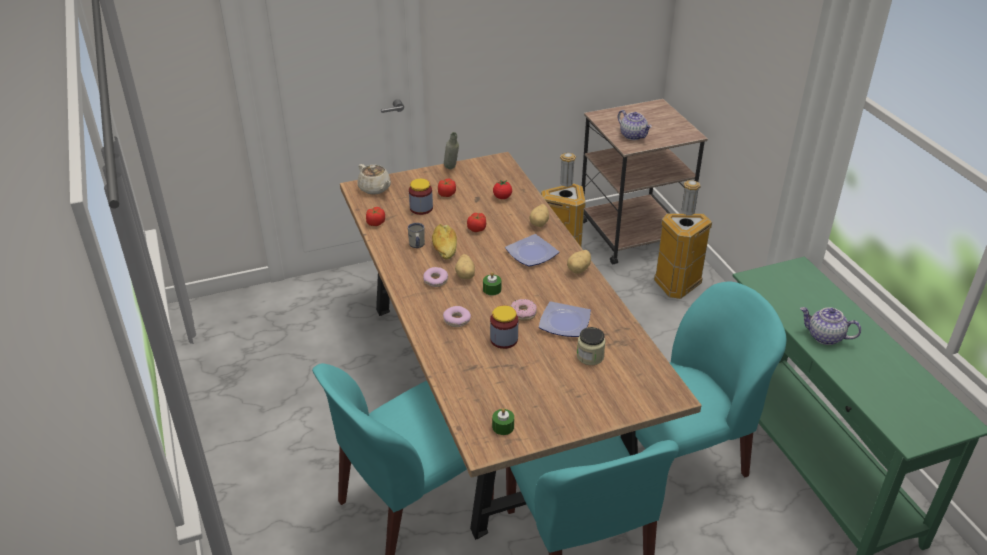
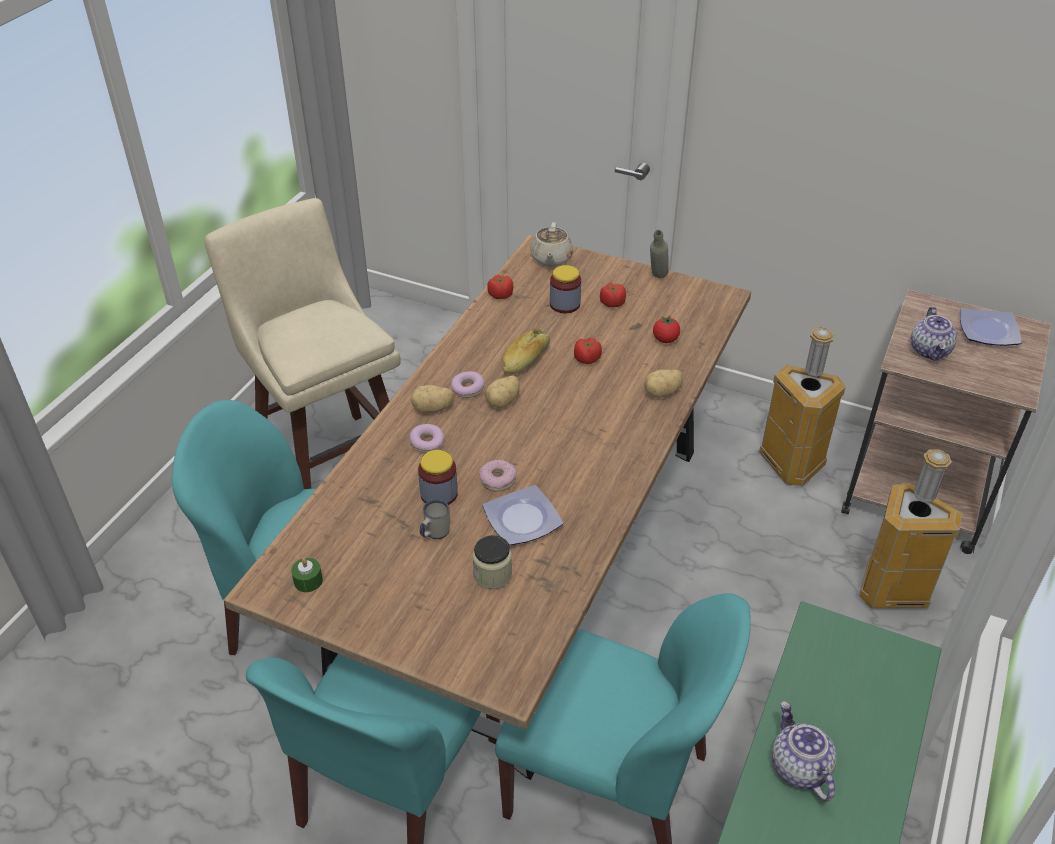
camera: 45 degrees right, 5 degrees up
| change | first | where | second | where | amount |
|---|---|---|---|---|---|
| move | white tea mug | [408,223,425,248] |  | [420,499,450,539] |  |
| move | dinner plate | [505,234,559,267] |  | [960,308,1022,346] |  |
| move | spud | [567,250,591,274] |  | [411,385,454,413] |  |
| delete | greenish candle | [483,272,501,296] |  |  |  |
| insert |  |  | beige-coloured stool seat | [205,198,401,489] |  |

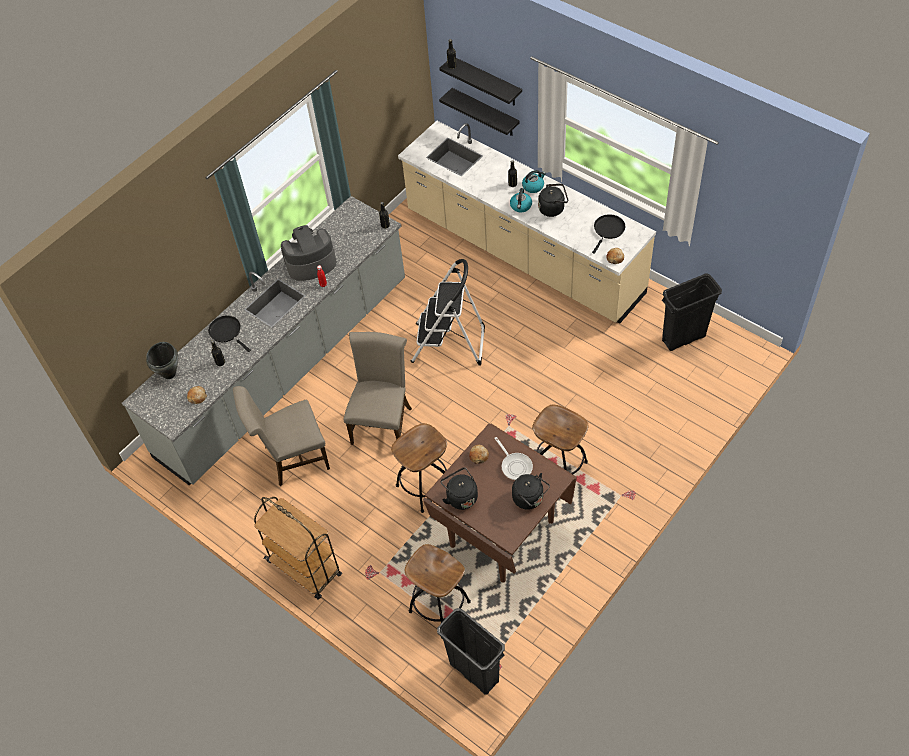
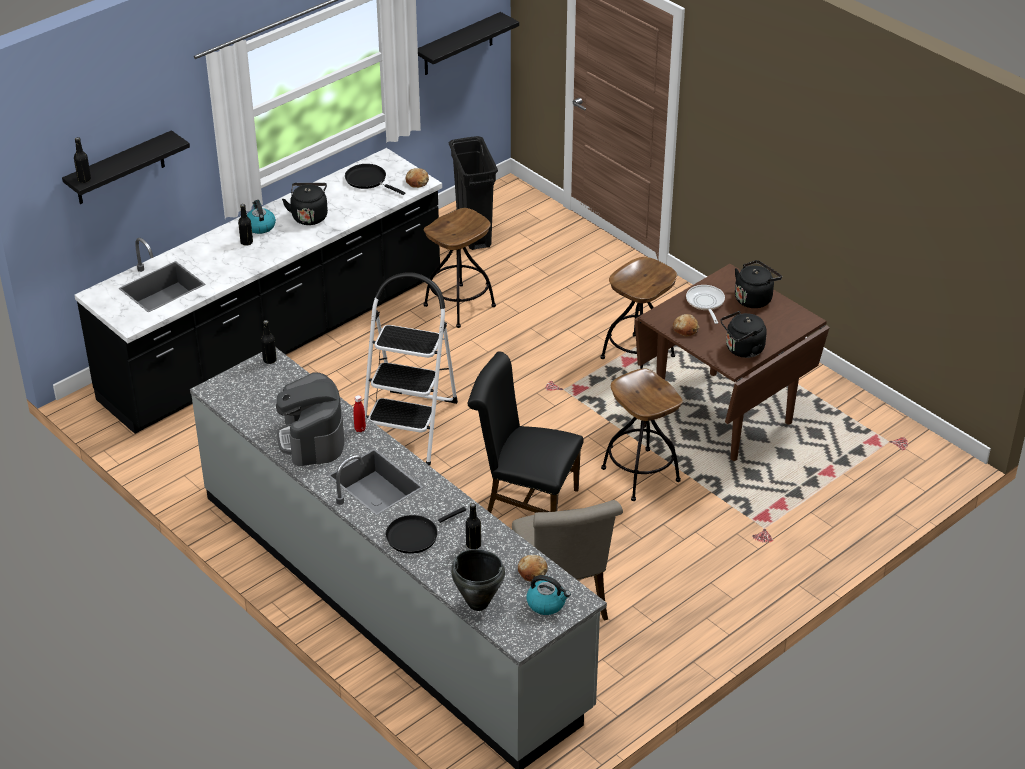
camera: 85 degrees left, 15 degrees down
| change | first | where | second | where | amount |
|---|---|---|---|---|---|
| move | black wall shelf | [439,88,520,136] |  | [418,12,519,75] |  |
| recolor | beige-coloured kitchen base unit | [398,121,656,324] | black kitchen base unit | [75,148,442,434] |  |
| move | kettle | [510,188,532,212] |  | [526,575,571,615] |  |
| recolor | beige-coloured plain chair | [344,332,412,445] | black plain chair | [467,351,584,513] |  |
| rotate | pan | [494,437,533,480] |  | [686,285,725,324] | 75 degrees counterclockwise |
| delete | brown-coloured wheeled cart | [254,497,342,600] |  |  |  |
| move | brown-coloured stool seat | [405,544,471,623] |  | [424,208,496,328] |  |
| delete | black rubbish bin | [437,608,505,694] |  |  |  |

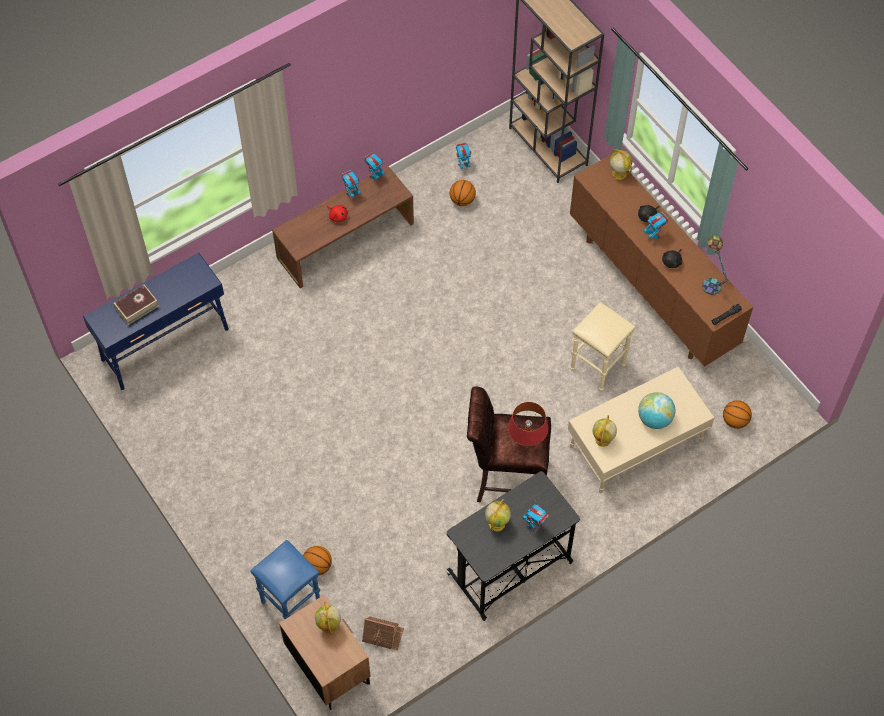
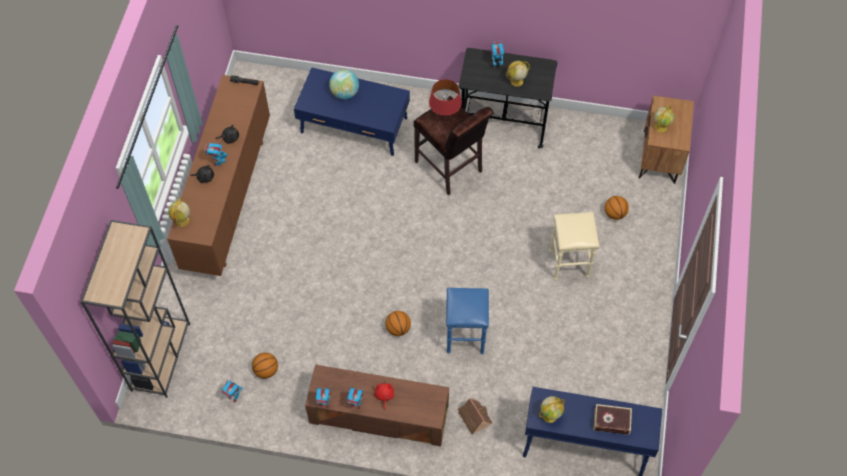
camera: 135 degrees left, 0 degrees up
| change | first | where | second | where | amount |
|---|---|---|---|---|---|
| delete | table lamp | [702,236,729,295] |  |  |  |
| move | beige-coloured stool seat | [570,302,636,391] |  | [549,212,600,281] |  |
| recolor | beige-coloured coffee table | [568,367,714,494] | blue coffee table | [294,68,410,156] |  |
| move | basketball ball | [723,400,752,429] |  | [385,311,411,336] |  |
| move | world globe | [593,415,617,447] |  | [539,396,565,423] |  |
| move | blue stool seat | [250,540,320,619] |  | [446,288,489,354] |  |
| move | model house | [362,616,404,650] |  | [457,398,493,434] |  |

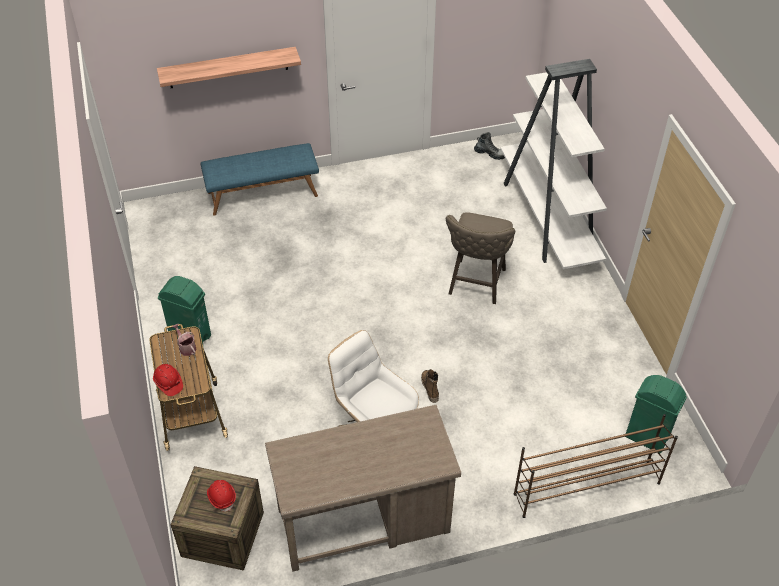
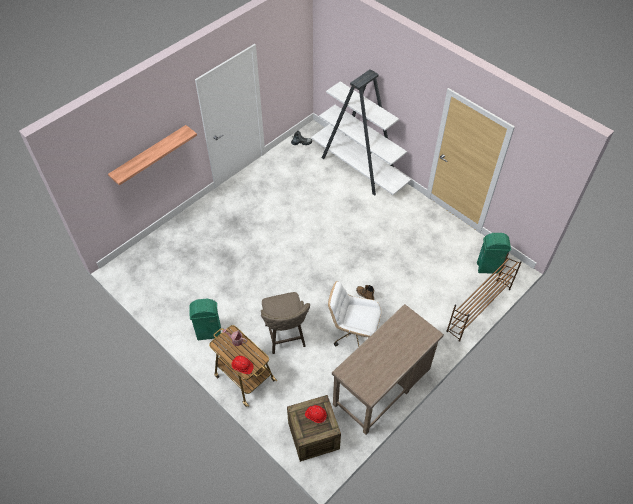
camera: 30 degrees left, 5 degrees up
| change | first | where | second | where | amount |
|---|---|---|---|---|---|
| delete | blue bench | [200,143,319,216] |  |  |  |
| move | beige-coloured stool seat | [446,212,515,304] |  | [261,292,310,354] |  |

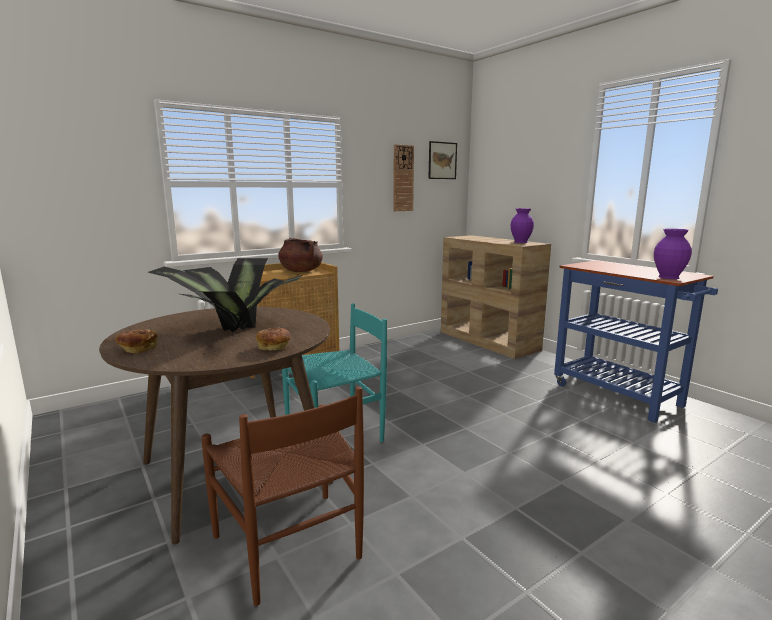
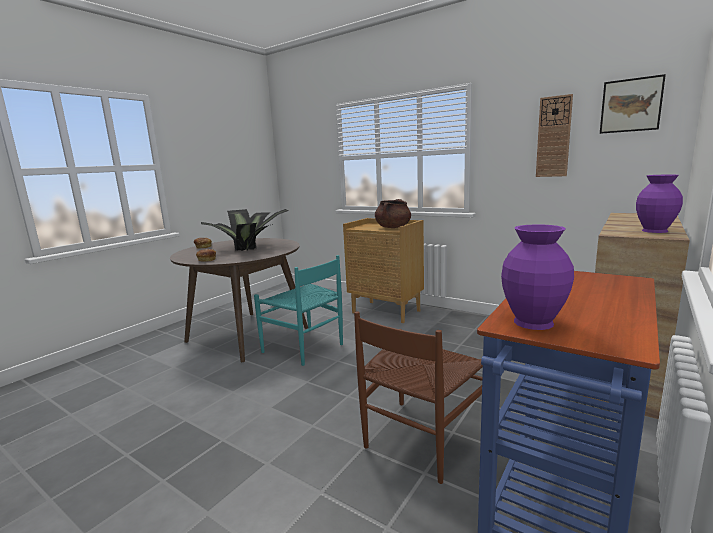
camera: 70 degrees right, 0 degrees up
| change | first | where | second | where | amount |
|---|---|---|---|---|---|
| move | brown-coloured plain chair | [201,387,364,606] |  | [354,311,483,484] |  |

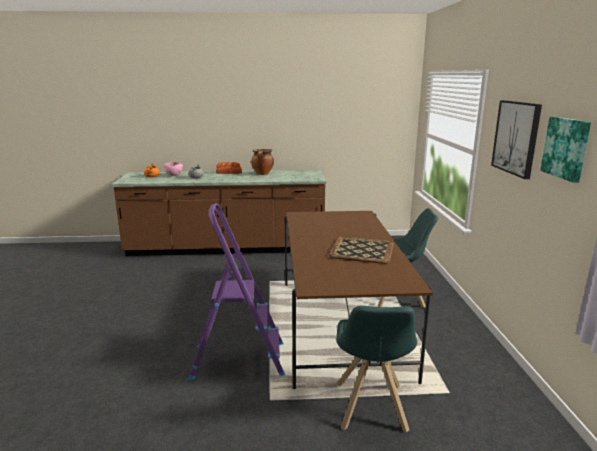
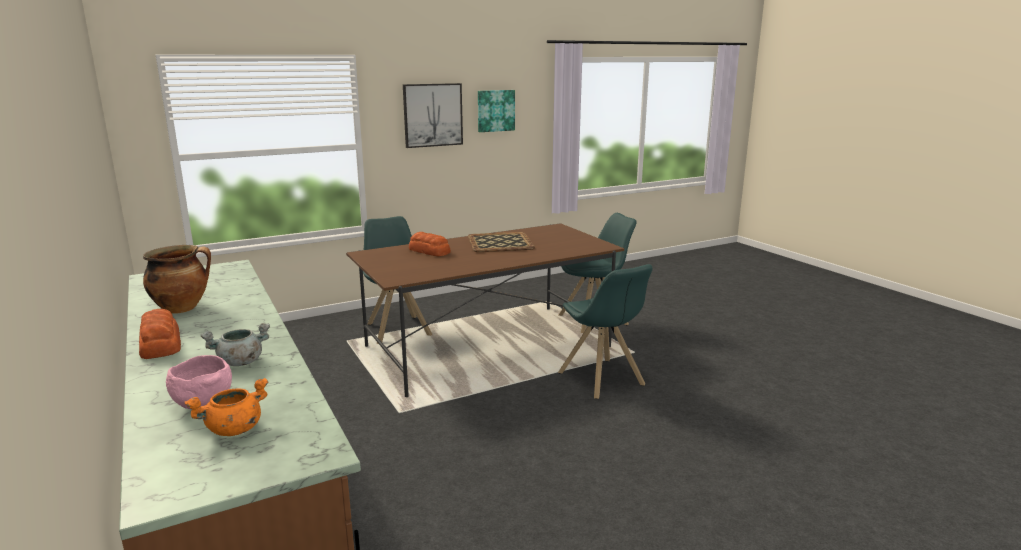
camera: 115 degrees left, 0 degrees up
| change | first | where | second | where | amount |
|---|---|---|---|---|---|
| replace | purple-coloured step ladder | [189,203,285,380] | blue-green plain chair | [558,264,653,399] |  |
| insert |  |  | bakery bread | [409,232,451,256] |  |

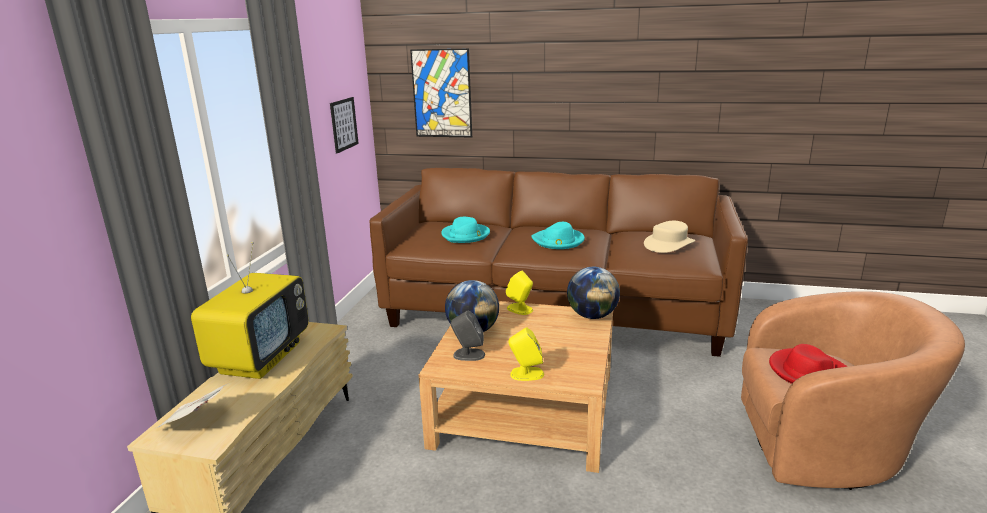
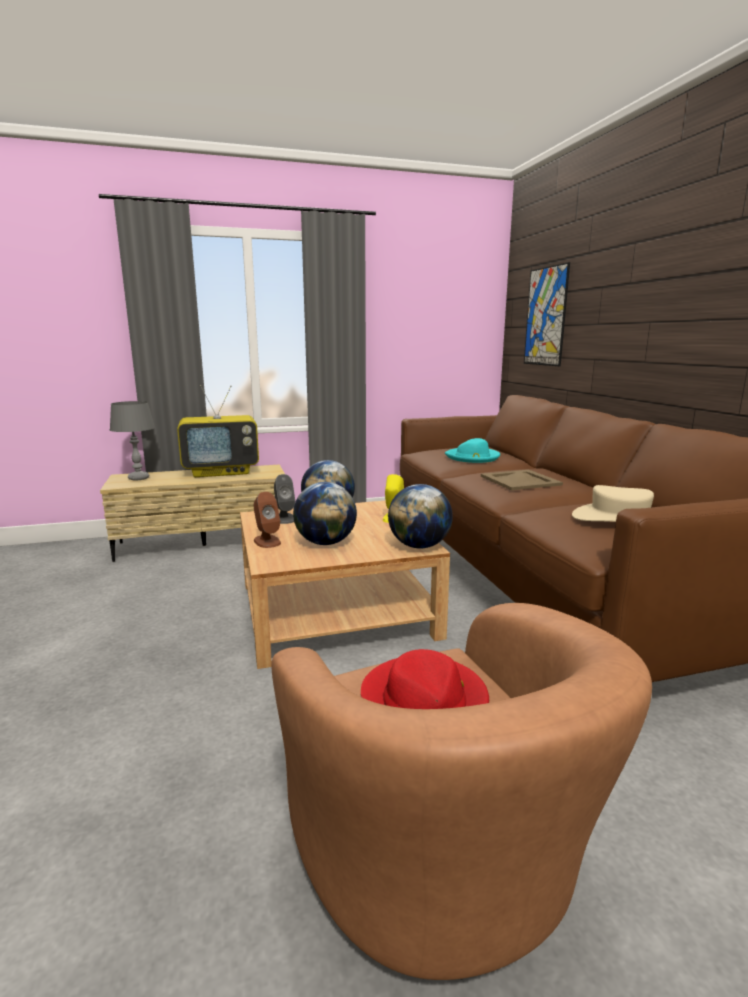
camera: 60 degrees right, 5 degrees down
| change | first | where | second | where | amount |
|---|---|---|---|---|---|
| delete | picture | [330,97,359,153] |  |  |  |
| replace | blue-green wearable hat | [531,222,585,249] | beige-coloured carrying tray | [481,470,563,490] |  |
| recolor | yellowish audio speaker | [508,327,544,381] | brown-coloured audio speaker | [254,492,281,548] |  |
| replace | printed paper | [156,384,226,428] | greyish table lamp | [110,401,155,480] |  |
| insert |  |  | world globe | [293,482,357,545] |  |

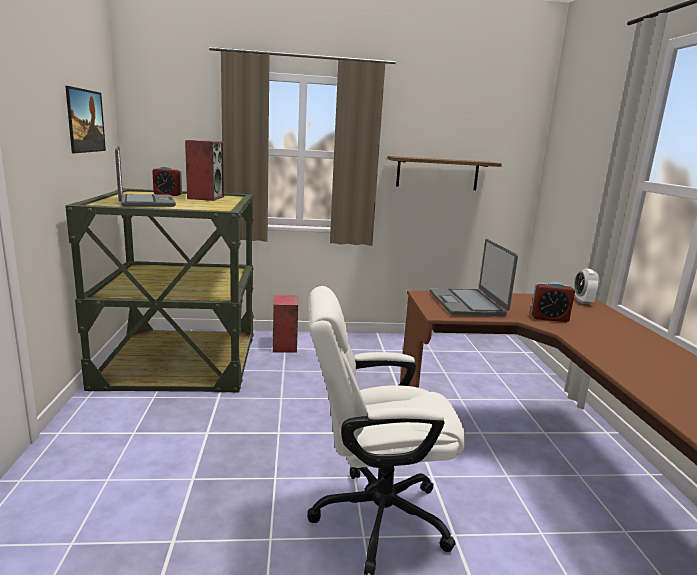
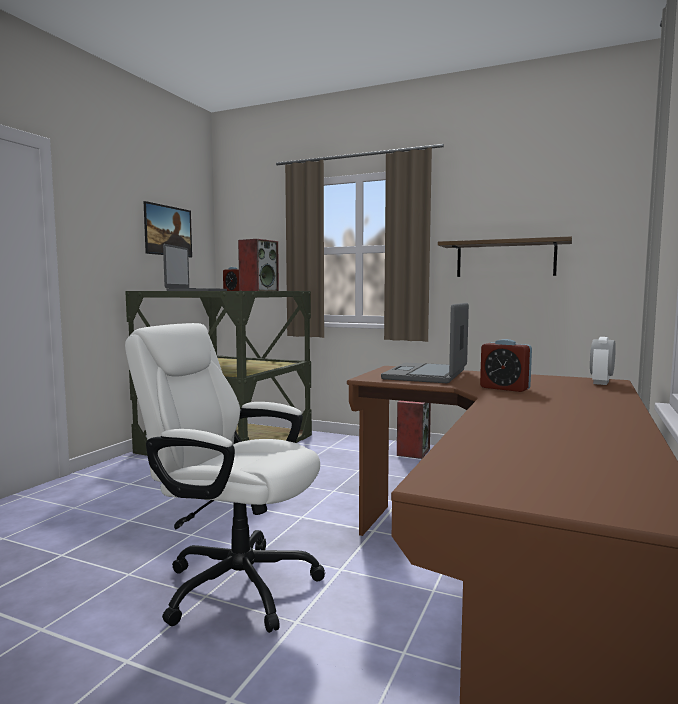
camera: 30 degrees right, 10 degrees down
| change | first | where | second | where | amount |
|---|---|---|---|---|---|
| move | audio speaker | [272,295,298,352] |  | [397,401,431,459] |  |

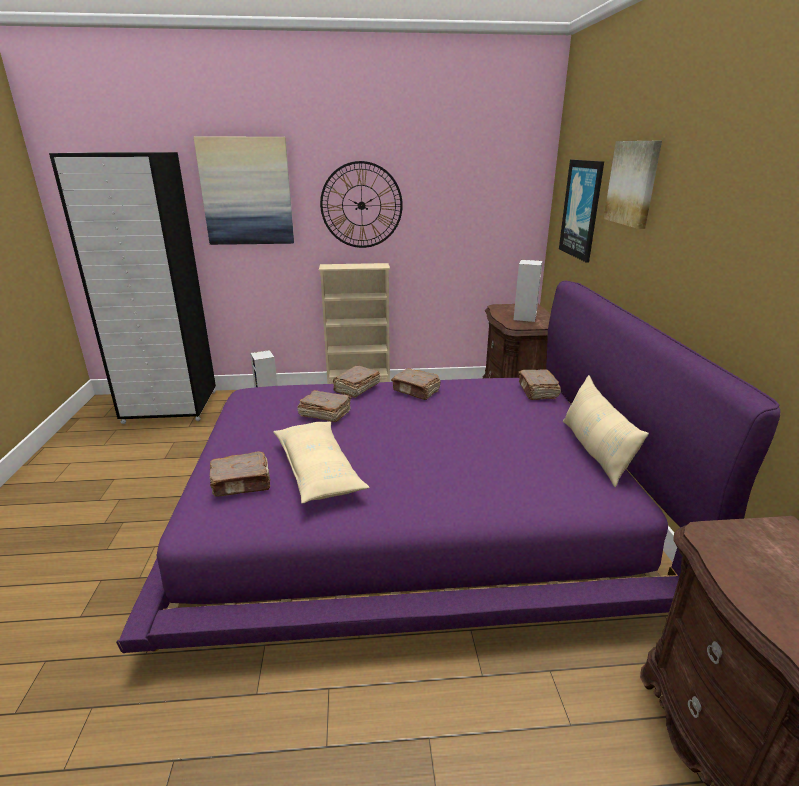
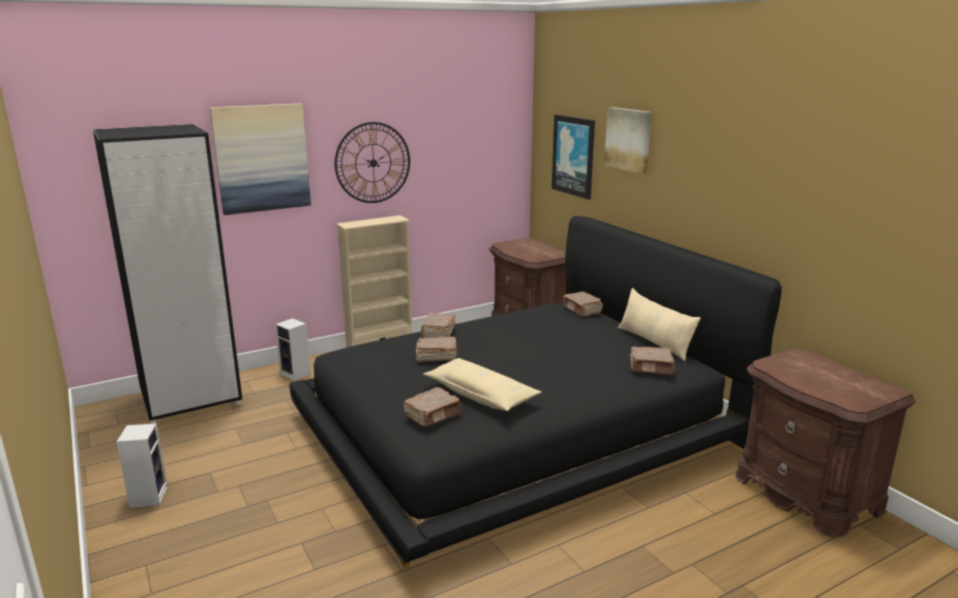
camera: 25 degrees left, 5 degrees down
| change | first | where | second | where | amount |
|---|---|---|---|---|---|
| move | audio speaker | [513,260,543,322] |  | [116,423,168,508] |  |
| recolor | purple-coloured bed | [116,280,780,653] | black bed | [289,216,782,568] |  |
| move | brown-coloured book | [391,368,441,400] |  | [630,347,675,375] |  |

